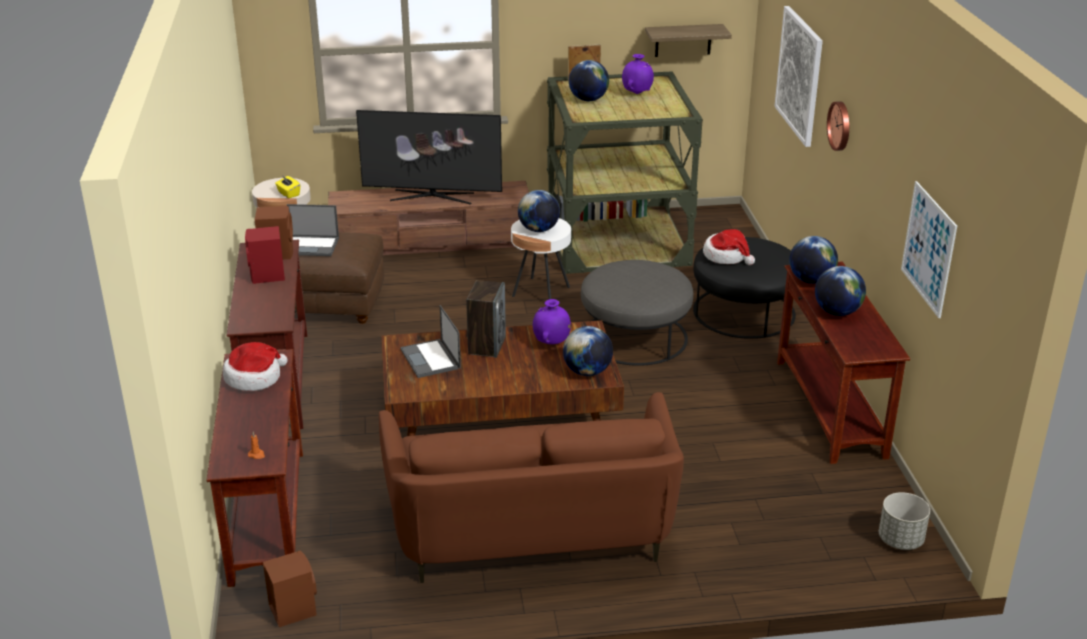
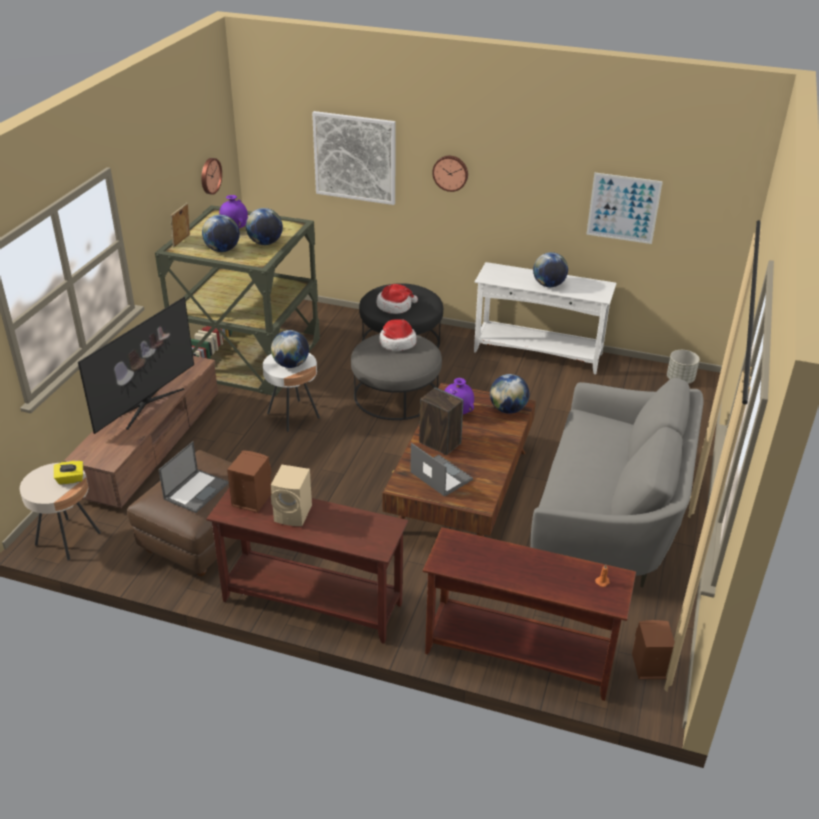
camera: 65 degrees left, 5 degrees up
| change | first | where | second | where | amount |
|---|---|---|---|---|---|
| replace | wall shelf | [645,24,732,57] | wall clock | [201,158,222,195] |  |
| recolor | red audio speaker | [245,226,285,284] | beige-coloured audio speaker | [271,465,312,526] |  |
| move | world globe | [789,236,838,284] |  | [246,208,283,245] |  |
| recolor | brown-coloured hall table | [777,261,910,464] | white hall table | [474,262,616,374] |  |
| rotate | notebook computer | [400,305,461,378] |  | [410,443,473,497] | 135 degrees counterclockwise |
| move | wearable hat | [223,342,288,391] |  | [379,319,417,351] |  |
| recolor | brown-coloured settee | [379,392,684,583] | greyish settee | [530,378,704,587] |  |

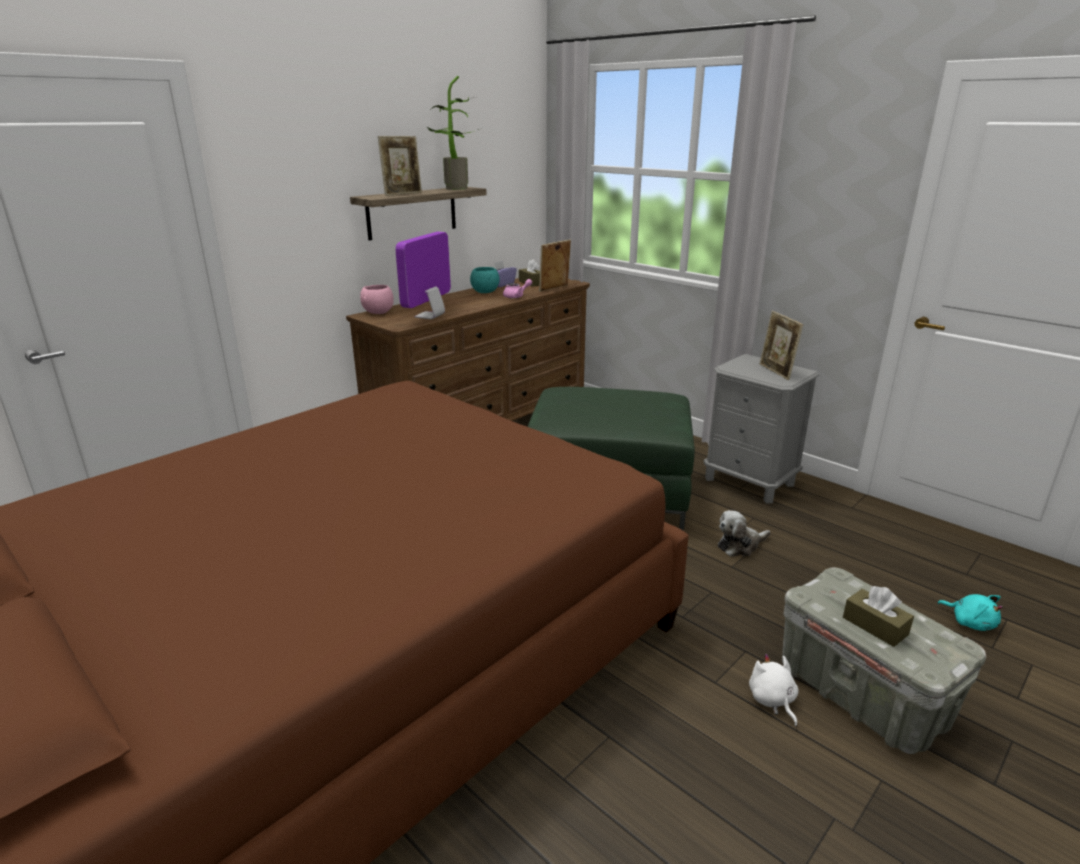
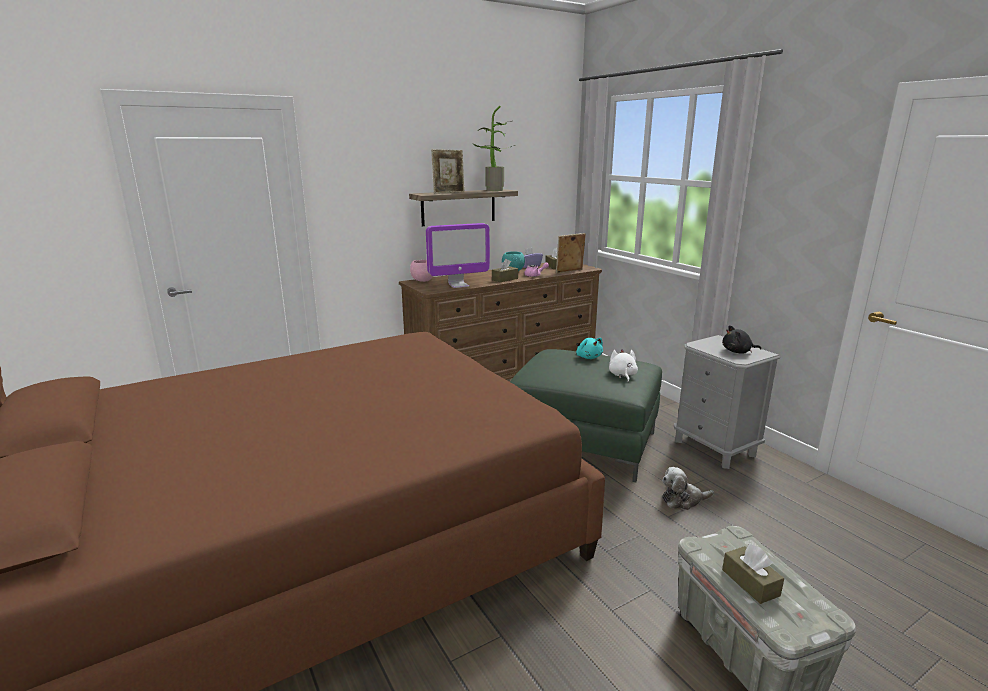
camera: 15 degrees right, 5 degrees down
| change | first | where | second | where | amount |
|---|---|---|---|---|---|
| rotate | computer screen | [395,232,451,319] |  | [426,223,490,288] | 150 degrees counterclockwise |
| replace | picture frame | [760,311,804,380] | black soft toy | [722,325,762,353] |  |
| move | blue-green soft toy | [937,594,1003,631] |  | [576,338,603,359] |  |
| move | white soft toy | [749,654,799,726] |  | [609,349,638,382] |  |
| insert |  |  | brown-coloured tissue box | [492,259,518,282] |  |

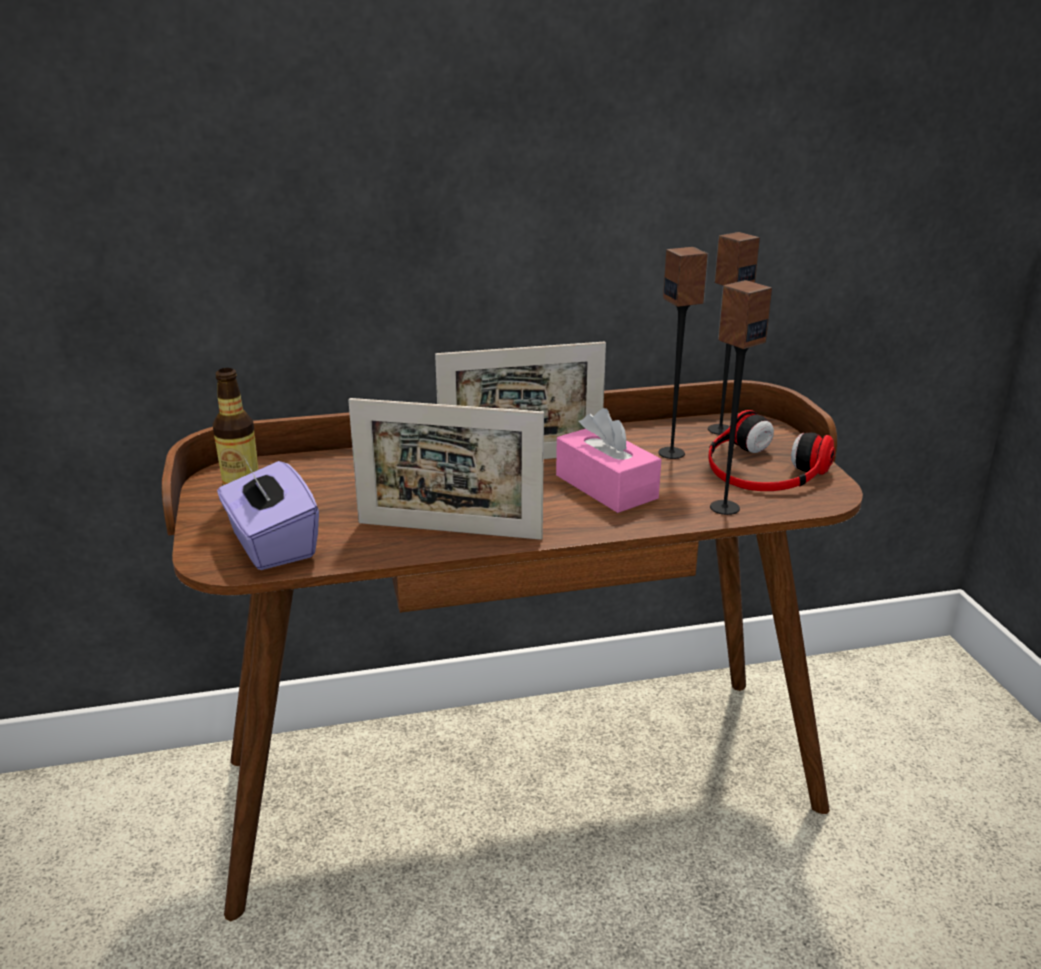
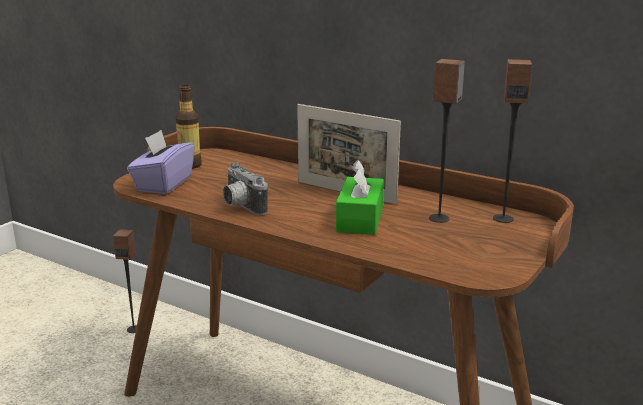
camera: 45 degrees right, 5 degrees down
| change | first | where | second | where | amount |
|---|---|---|---|---|---|
| move | audio speaker | [710,280,772,515] |  | [113,229,137,333] |  |
| replace | picture frame | [348,398,544,540] | still camera | [223,163,268,215] |  |
| recolor | pink-coloured tissue box | [556,408,661,513] | greenish tissue box | [336,160,384,235] |  |
| delete | headset | [708,410,835,491] |  |  |  |

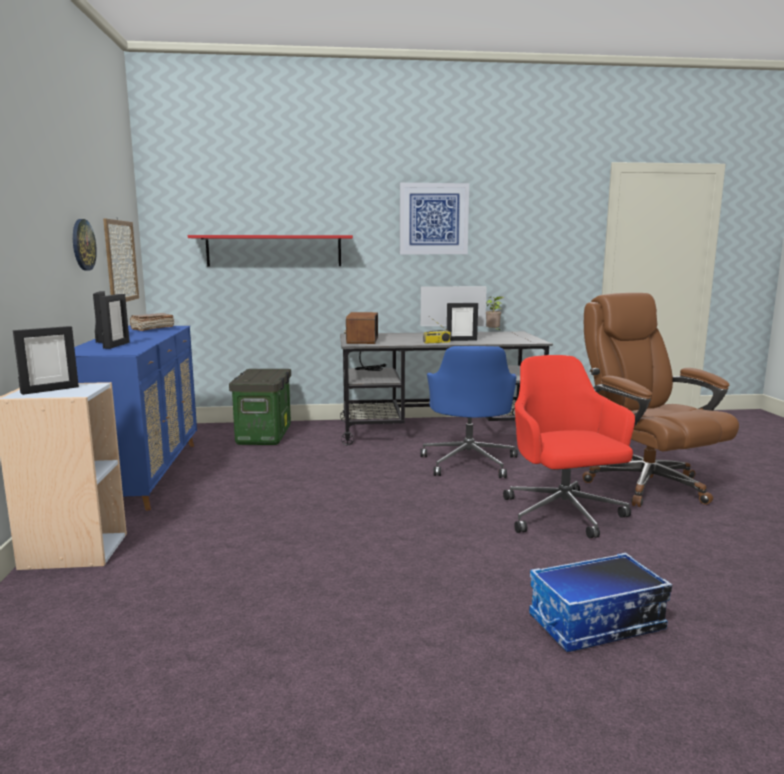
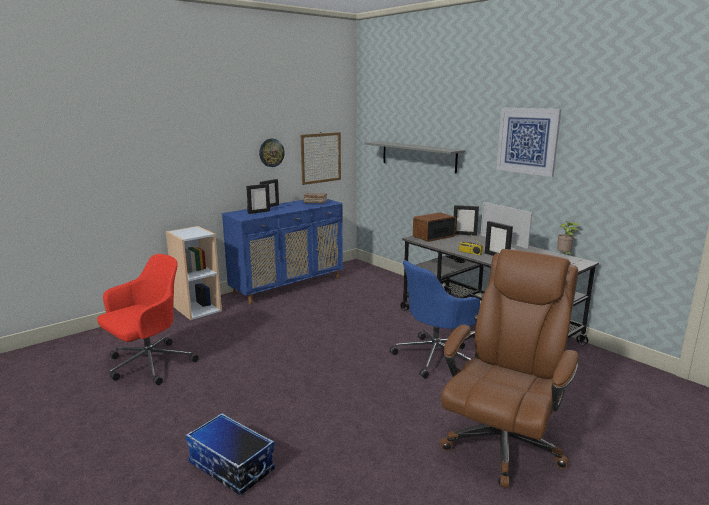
camera: 55 degrees right, 5 degrees up
| change | first | where | second | where | amount |
|---|---|---|---|---|---|
| recolor | red wall shelf | [188,235,353,267] | greyish wall shelf | [364,141,465,173] |  |
| move | picture frame | [13,326,79,395] |  | [454,205,479,236] |  |
| move | red computer chair | [503,355,635,538] |  | [97,254,199,385] |  |
| delete | storage box | [229,369,291,445] |  |  |  |

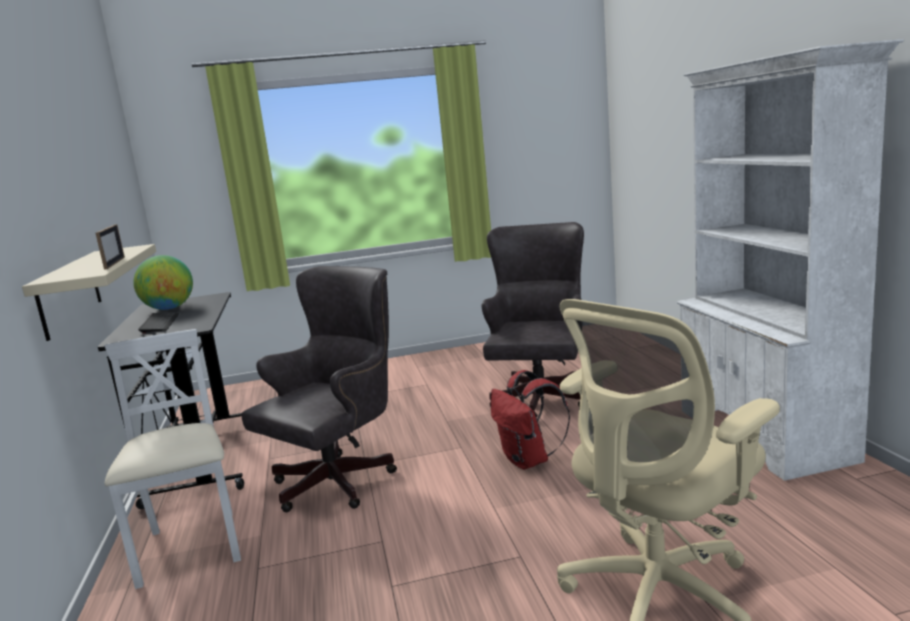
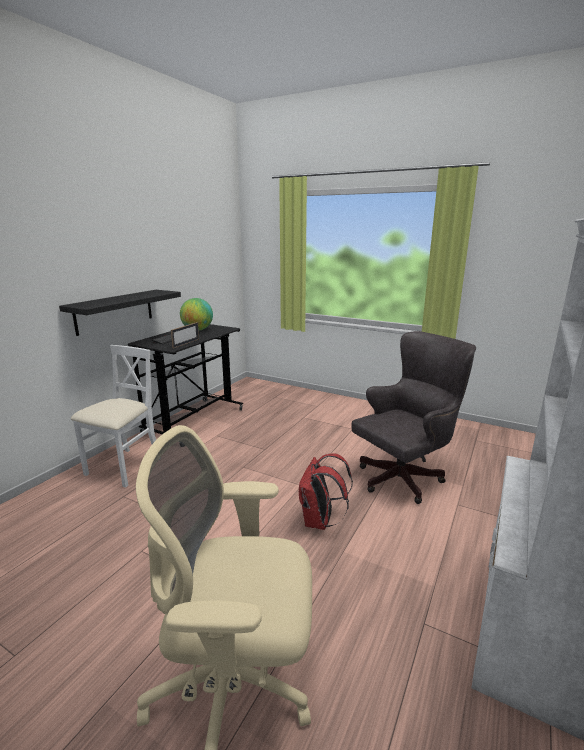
camera: 40 degrees right, 5 degrees up
| change | first | where | second | where | amount |
|---|---|---|---|---|---|
| move | picture frame | [96,224,125,270] |  | [171,322,199,348] |  |
| recolor | beige-coloured wall shelf | [22,244,156,341] | black wall shelf | [59,290,181,336] |  |
| delete | greyish computer chair | [241,266,397,512] |  |  |  |

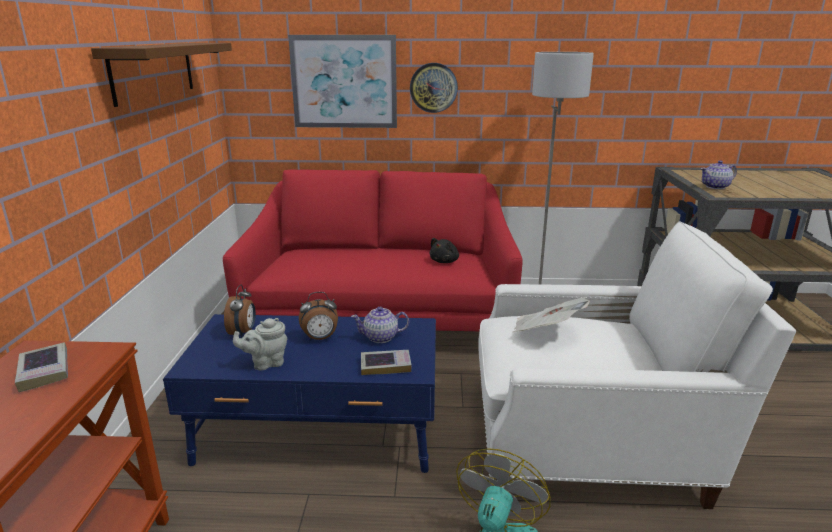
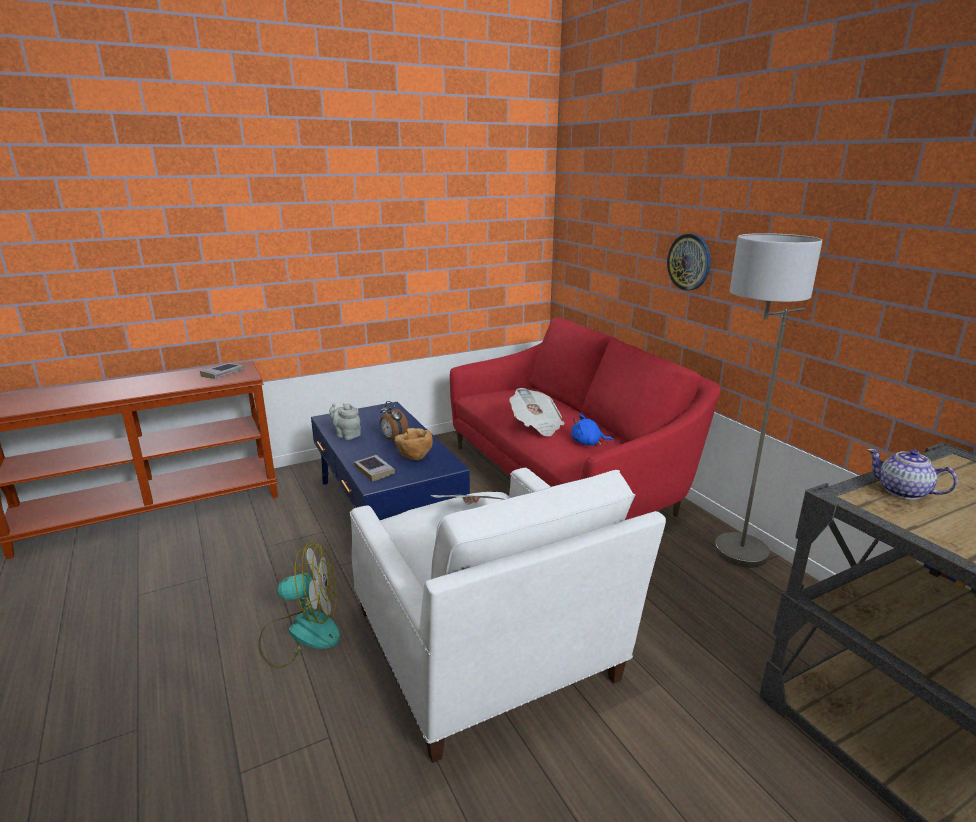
camera: 60 degrees right, 0 degrees up
| change | first | where | second | where | amount |
|---|---|---|---|---|---|
| delete | picture | [288,35,397,128] |  |  |  |
| delete | brown-coloured wall shelf | [91,43,232,107] |  |  |  |
| recolor | black soft toy | [429,238,459,263] | blue soft toy | [571,414,614,446] |  |
| delete | table clock | [224,284,256,338] |  |  |  |
| replace | teapot | [351,307,409,343] | brown-coloured deep dish | [395,428,433,460] |  |
| insert |  |  | printed paper | [509,388,565,437] |  |

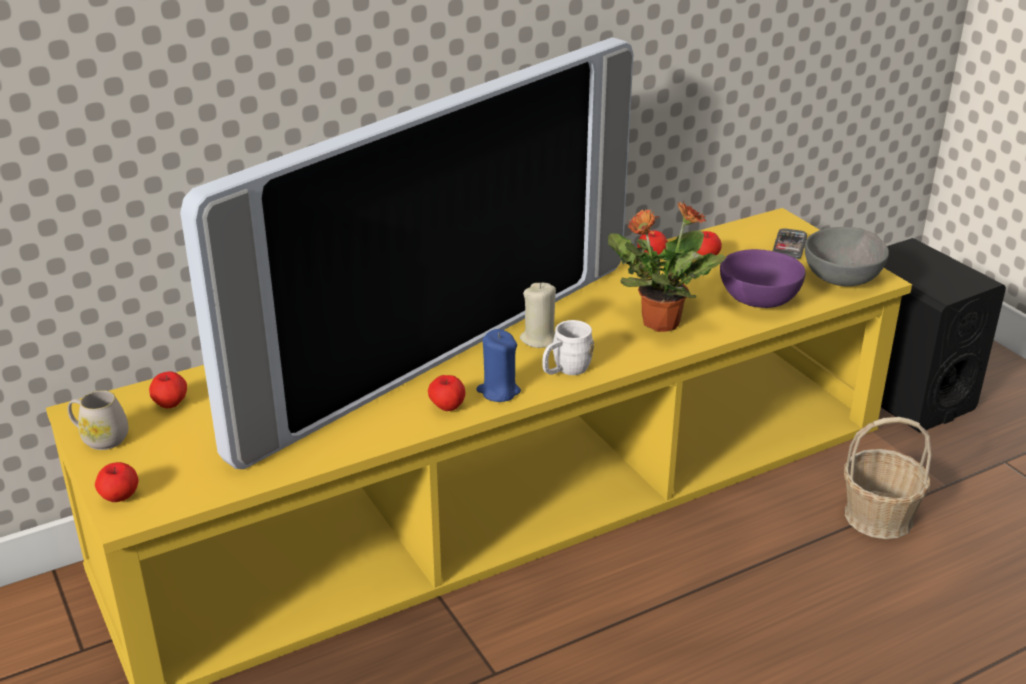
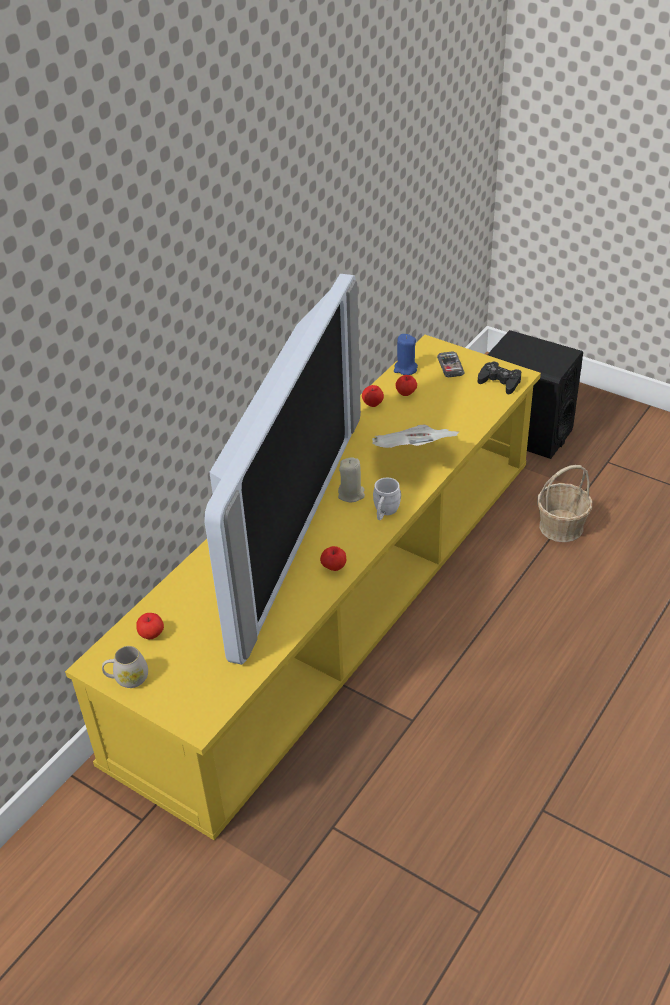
camera: 25 degrees left, 10 degrees up
| change | first | where | second | where | amount |
|---|---|---|---|---|---|
| replace | potted plant | [608,201,726,332] | printed paper | [372,425,459,448] |  |
| replace | greyish deep dish | [805,227,889,286] | black joypad | [478,361,521,394] |  |
| delete | purple-coloured deep dish | [720,249,806,308] |  |  |  |
| move | blue candle | [476,329,521,402] |  | [394,334,418,375] |  |
| delete | apple | [95,462,138,502] |  |  |  |

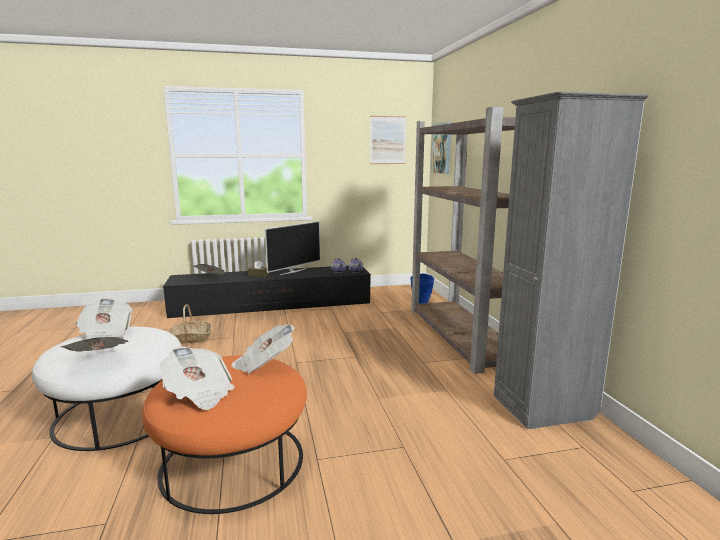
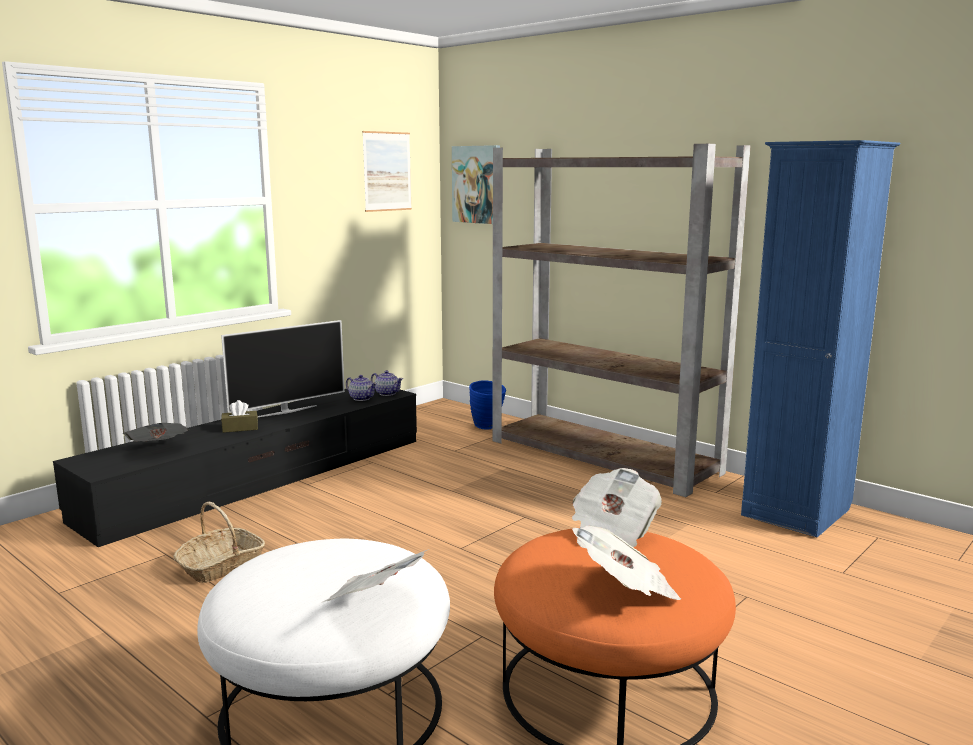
camera: 35 degrees left, 0 degrees up
| change | first | where | second | where | amount |
|---|---|---|---|---|---|
| recolor | greyish cupboard | [494,92,649,429] | blue cupboard | [741,140,900,537] |  |
| rotate | TV set | [265,221,320,275] |  | [221,320,345,417] | 45 degrees clockwise |
| delete | printed paper | [76,298,133,339] |  |  |  |

